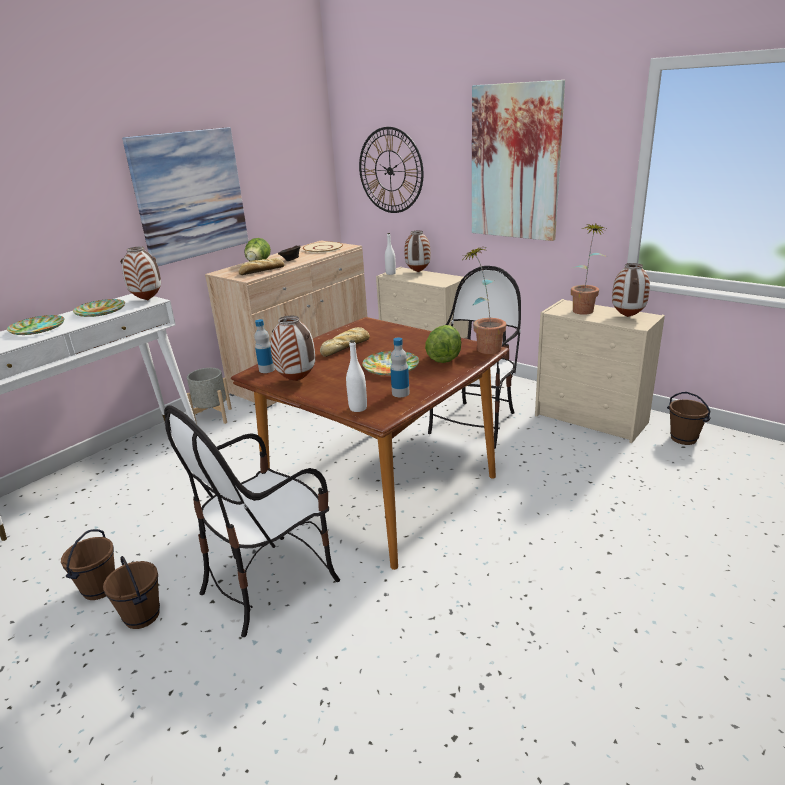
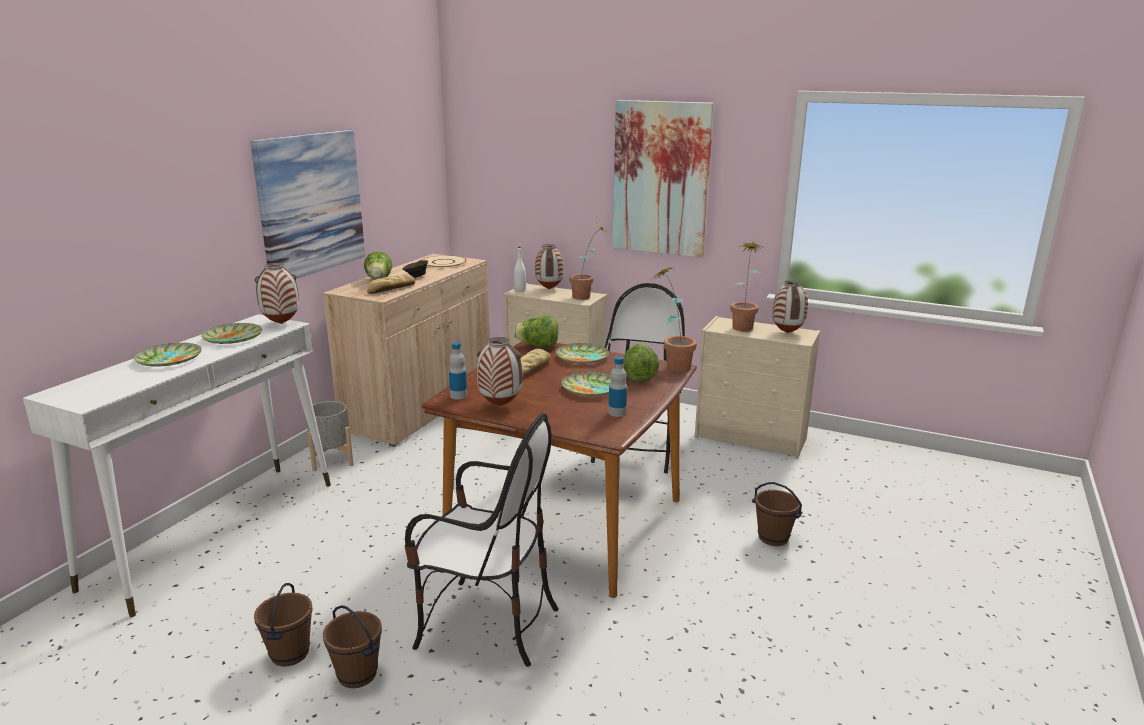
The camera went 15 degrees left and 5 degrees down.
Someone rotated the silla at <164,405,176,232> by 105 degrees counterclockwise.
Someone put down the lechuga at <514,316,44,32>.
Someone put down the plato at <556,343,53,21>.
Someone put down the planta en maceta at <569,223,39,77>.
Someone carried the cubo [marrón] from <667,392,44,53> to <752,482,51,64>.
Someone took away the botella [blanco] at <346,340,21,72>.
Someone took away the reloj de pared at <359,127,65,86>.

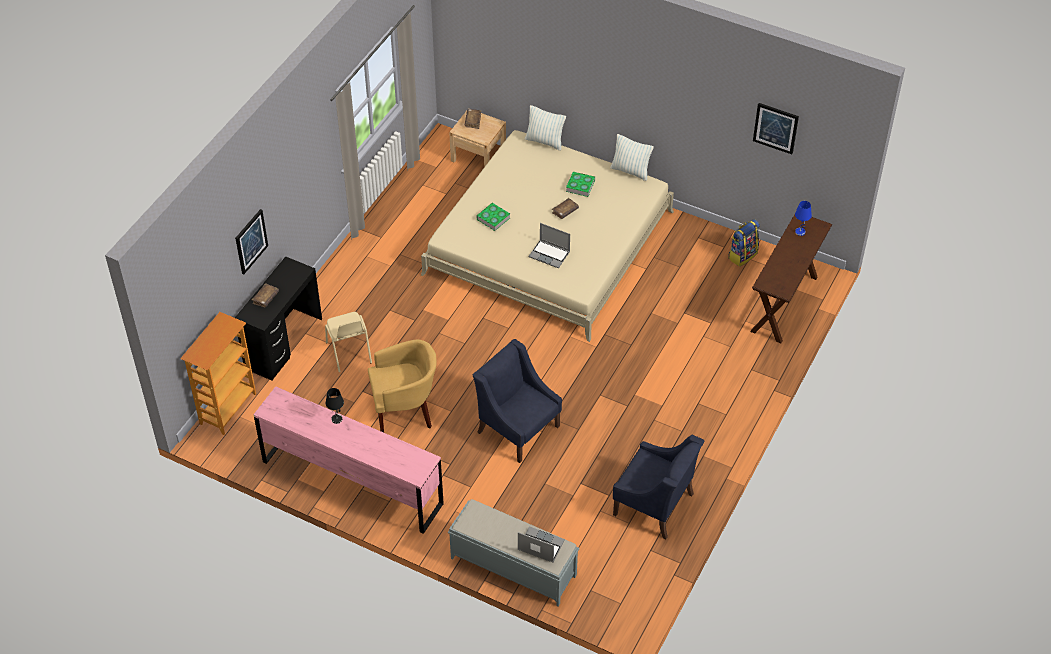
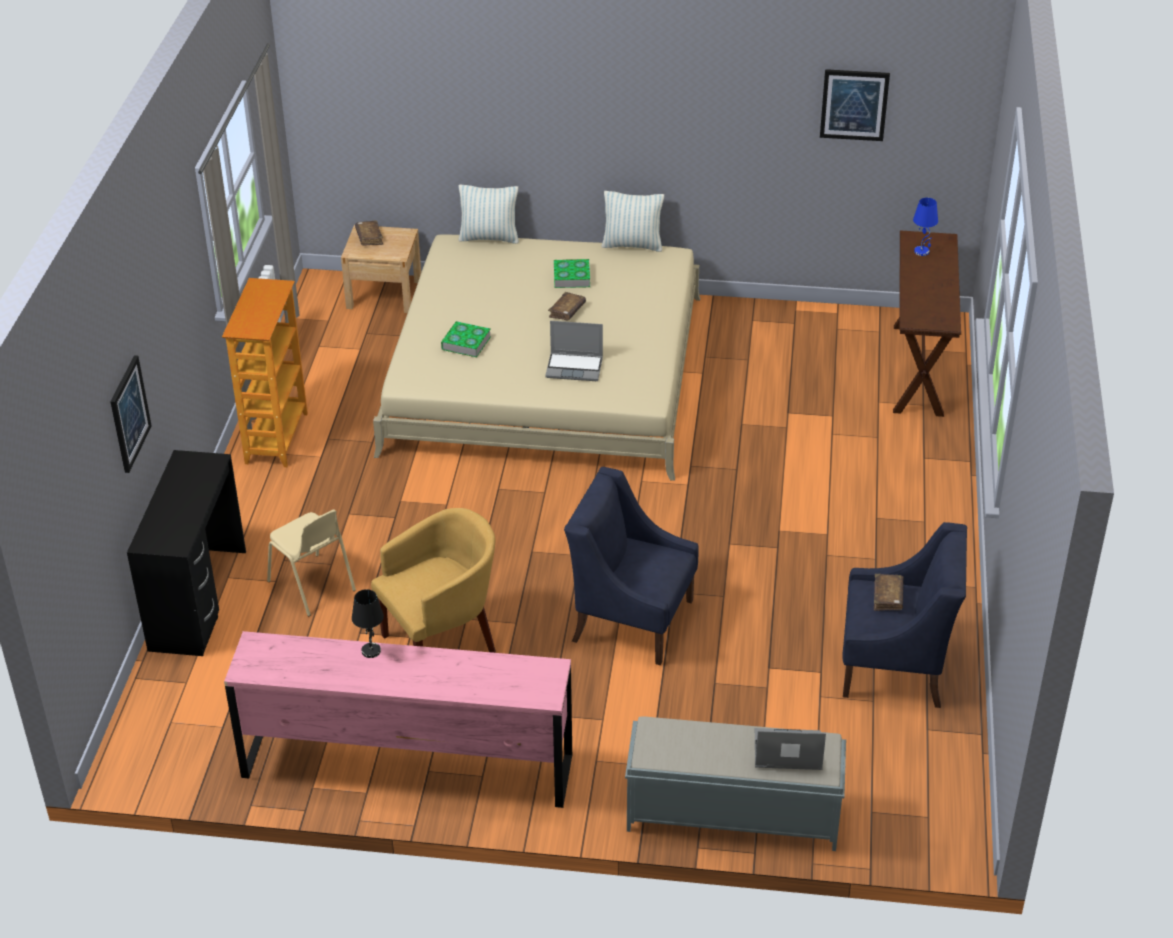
The camera went 20 degrees left and 10 degrees down.
Someone carried the estantería from <180,312,76,123> to <222,278,86,189>.
Someone carried the libro [marrón] from <252,283,27,25> to <874,574,30,37>.
Someone took away the mochila at <728,219,32,48>.

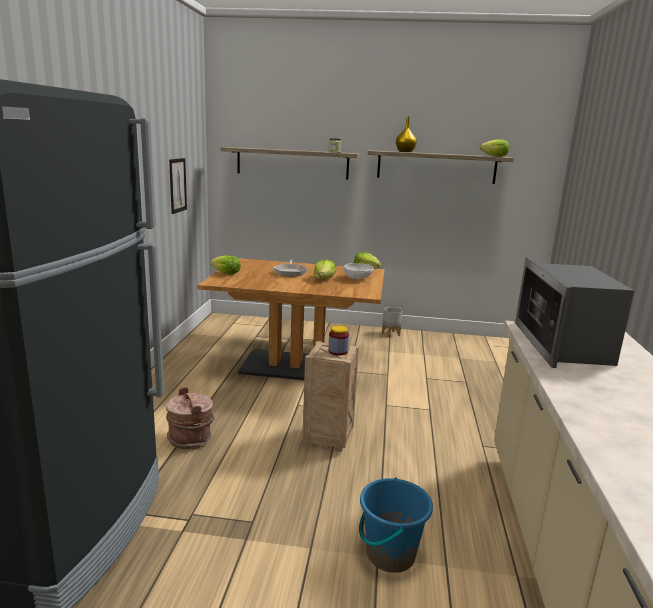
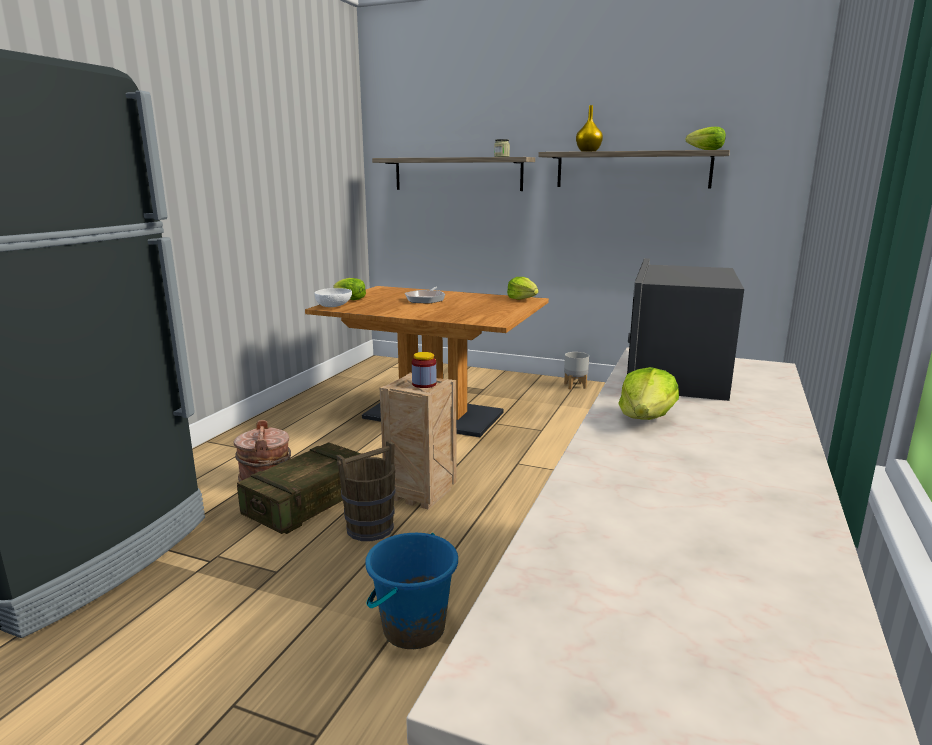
The camera went 15 degrees right and 0 degrees up.
Someone put down the caja de embalaje at <237,442,124,92>.
Someone carried the cuenco [blanco] from <344,263,30,16> to <314,288,38,19>.
Someone put down the cubo [marrón] at <336,440,60,101>.
Someone carried the lechuga from <314,260,22,19> to <618,367,61,53>.
Someone took away the cuadro at <169,158,18,56>.

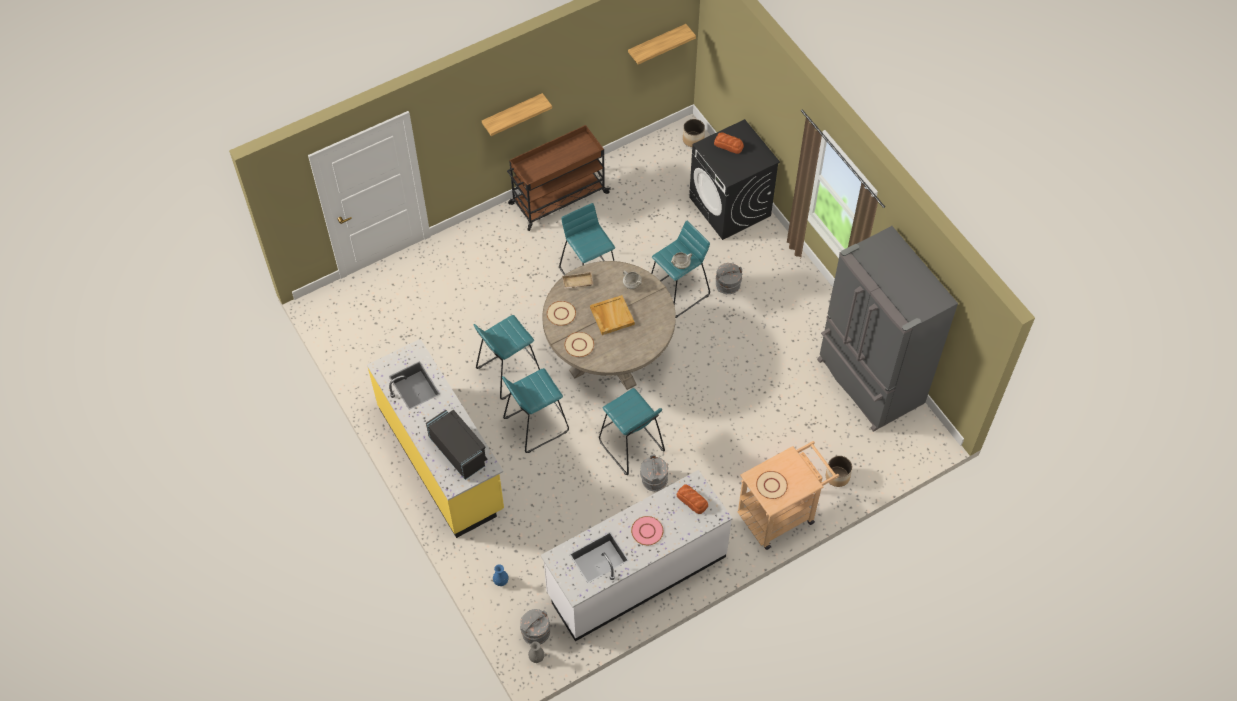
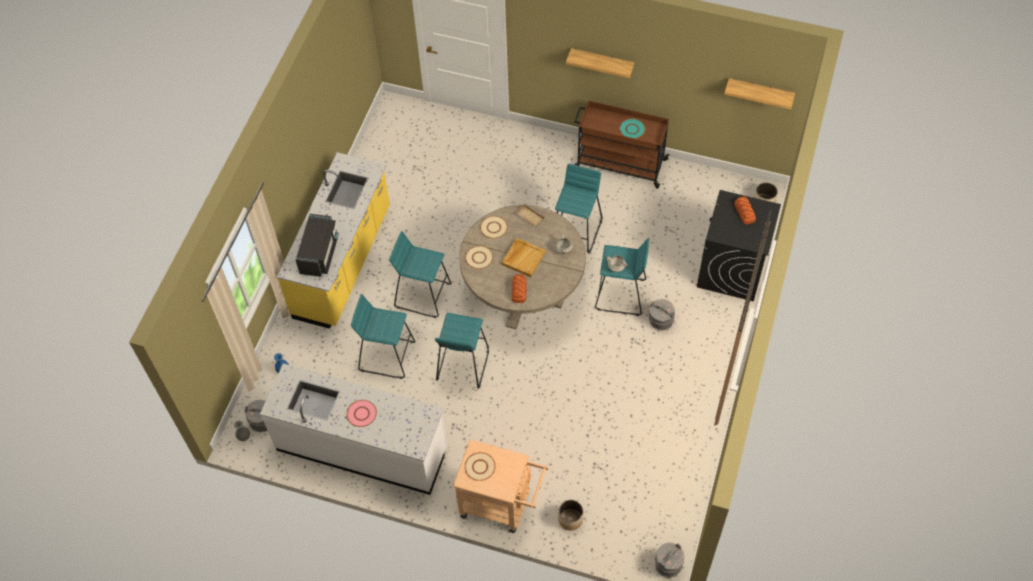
The camera went 50 degrees right and 0 degrees up.
Someone carried the taburete [turquesa] from <474,315,66,85> to <351,294,64,85>.
Someone carried the pan from <676,484,32,30> to <512,274,15,29>.
Someone put down the plato [turquesa] at <619,118,26,21>.
Someone carried the cubo [gris] from <640,454,28,37> to <655,543,29,35>.
Someone took away the nevera [gris] at <817,226,141,206>.

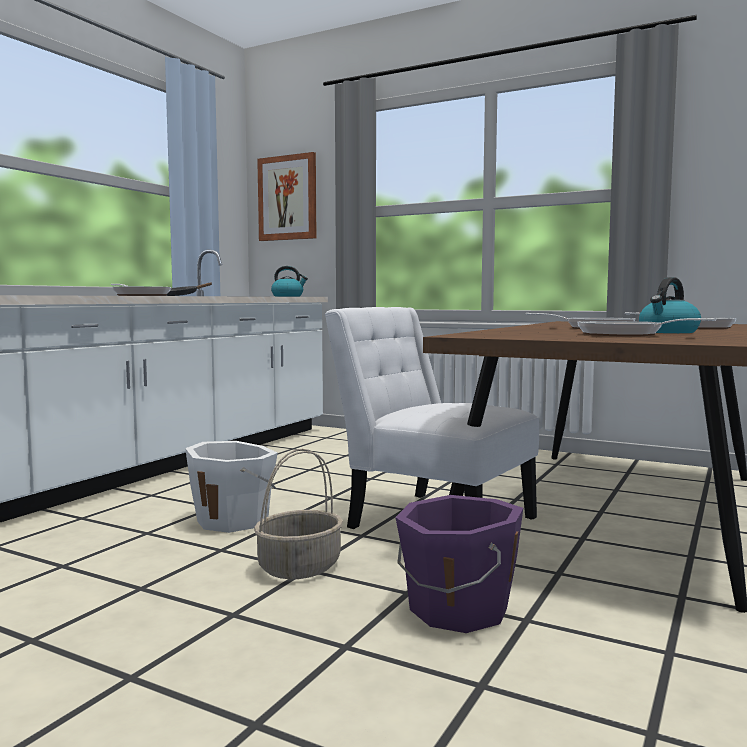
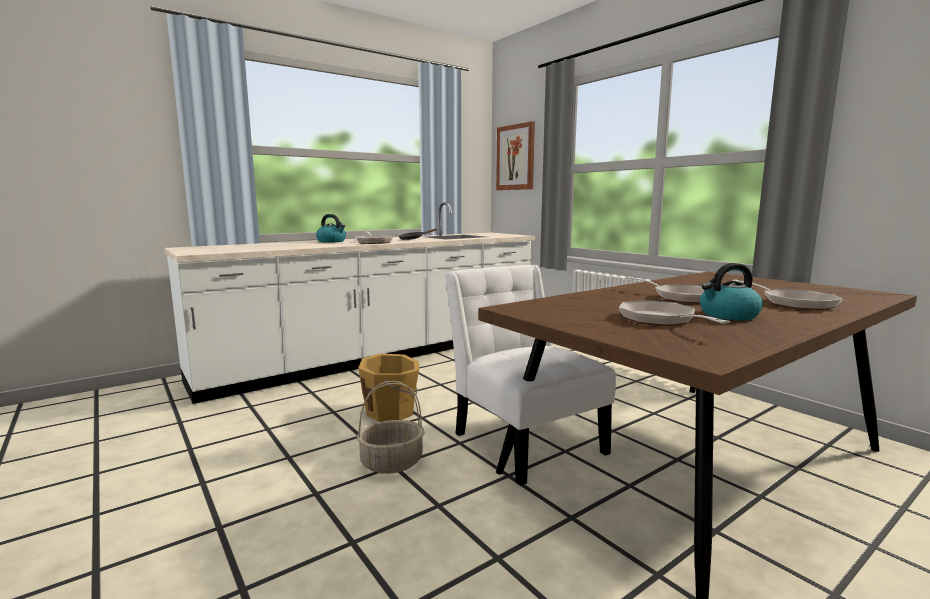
The camera went 25 degrees right and 5 degrees up.
Someone carried the hervidor from <271,266,37,31> to <316,214,30,29>.
Someone repainted the cubo [blanco] at <185,441,93,92>, which became the cubo [naranja] at <358,354,61,68>.
Someone took away the cubo [morado] at <395,495,128,138>.

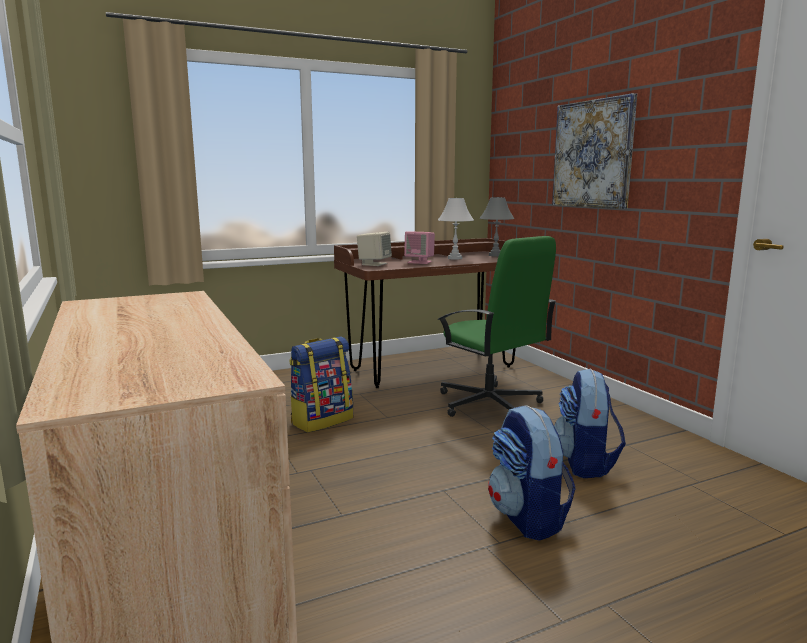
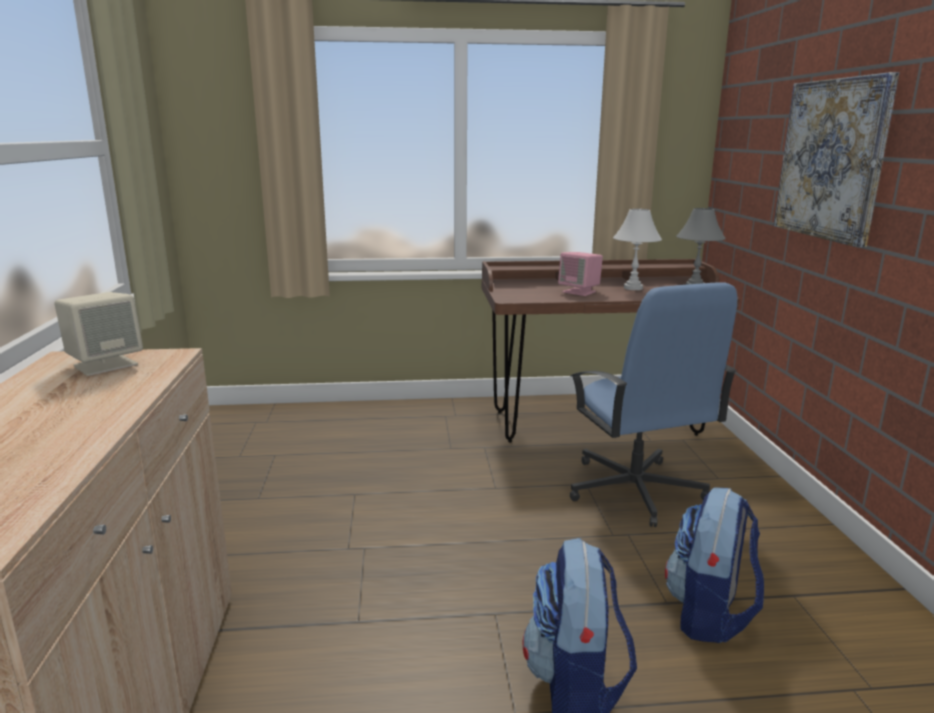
The camera went 20 degrees right and 5 degrees up.
Someone carried the altavoz [beis] from <357,232,35,34> to <54,292,89,84>.
Someone repainted the silla de oficina [verde] at <438,236,118,181>, which became the silla de oficina [azul] at <570,282,167,245>.
Someone took away the mochila at <289,336,64,96>.

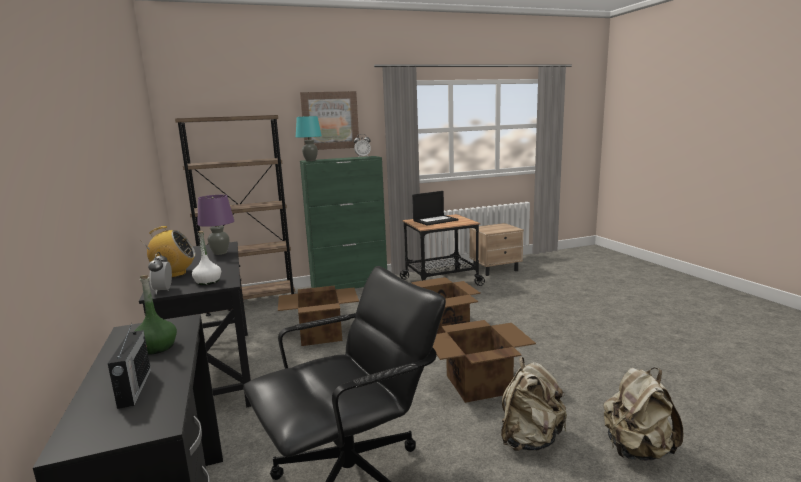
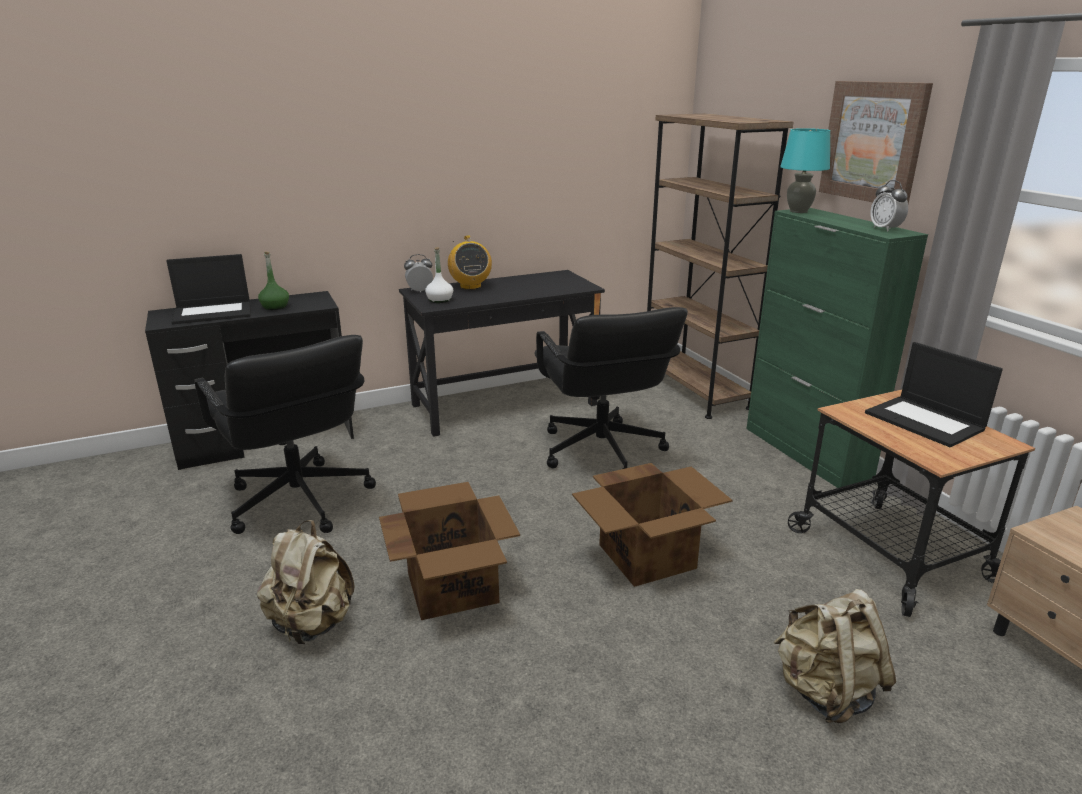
The camera went 85 degrees right and 10 degrees up.
Someone swapped the radio at <108,323,43,86> for the portátil at <166,254,84,70>.
Someone swapped the caja de cartón at <278,286,81,60> for the silla de oficina [negro] at <534,307,154,162>.
Someone carried the mochila [beis] from <603,368,80,93> to <773,589,123,134>.
Someone took away the lámpara de mesa [morado] at <197,195,37,60>.

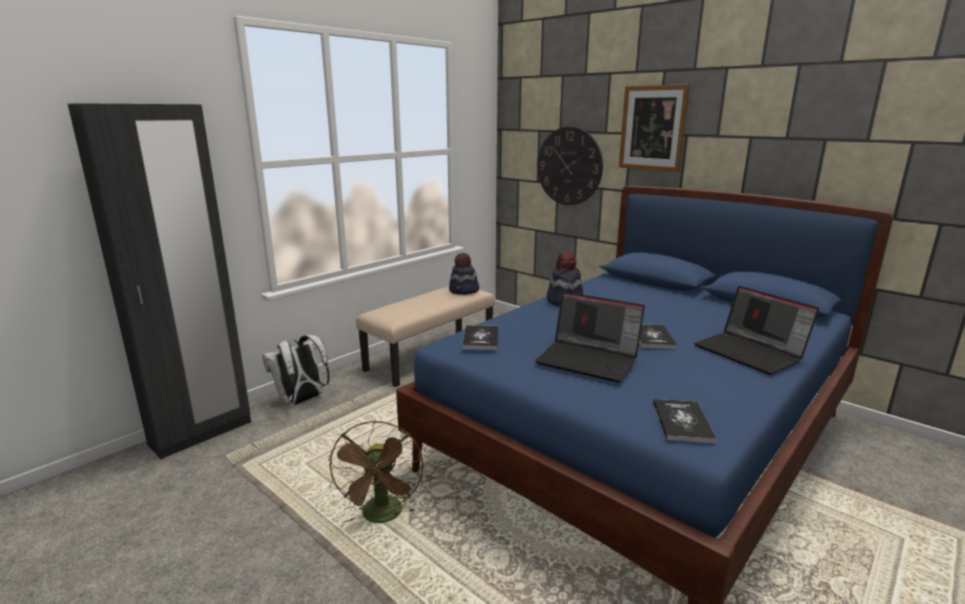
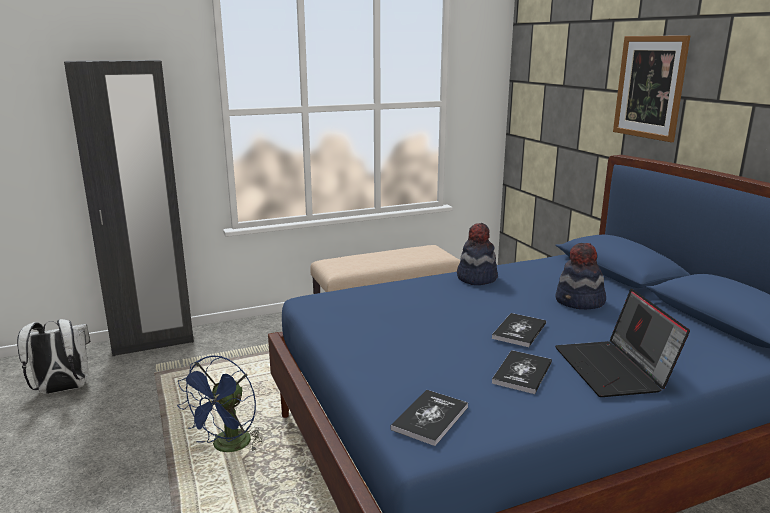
The camera went 25 degrees right and 0 degrees up.
Someone carried the mochila [blanco] from <262,335,67,71> to <17,319,73,75>.
Someone repainted the ventilador [marrón] at <328,420,95,103>, which became the ventilador [azul] at <177,356,86,96>.
Someone carried the libro from <462,325,36,25> to <492,350,60,44>.
Someone carried the sombrero from <449,253,30,42> to <555,243,51,66>.
Someone took away the portátil at <535,292,110,91>.
Someone took away the reloj de pared at <537,127,66,78>.

